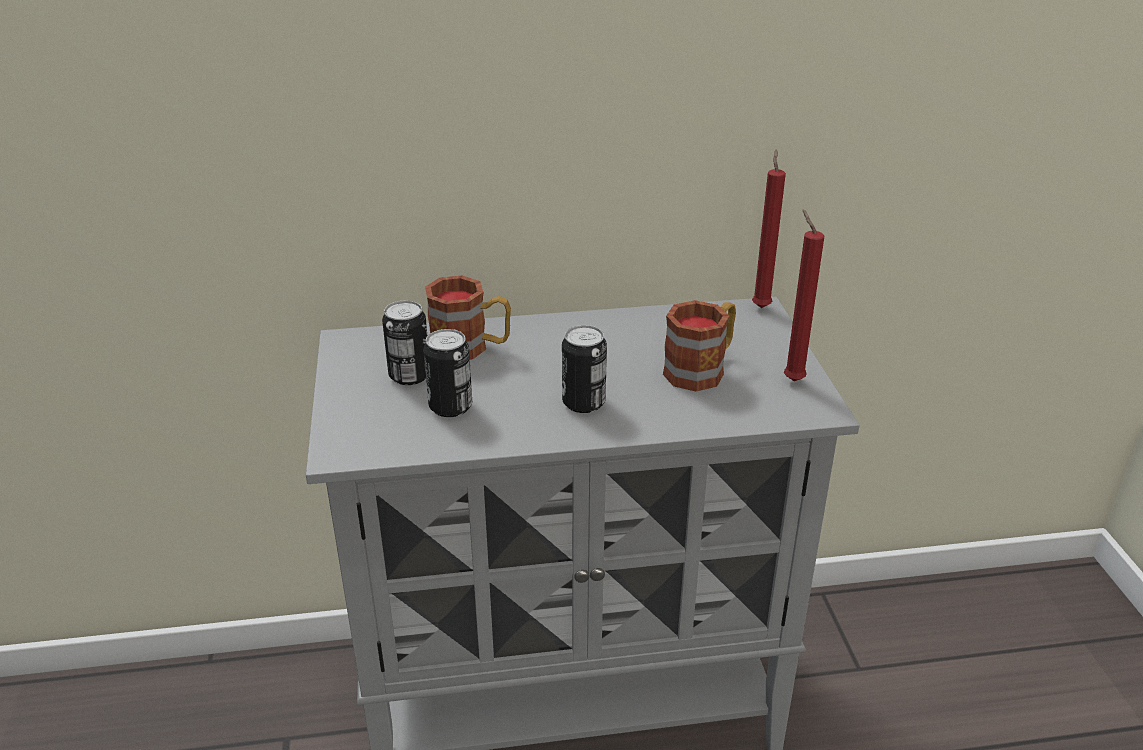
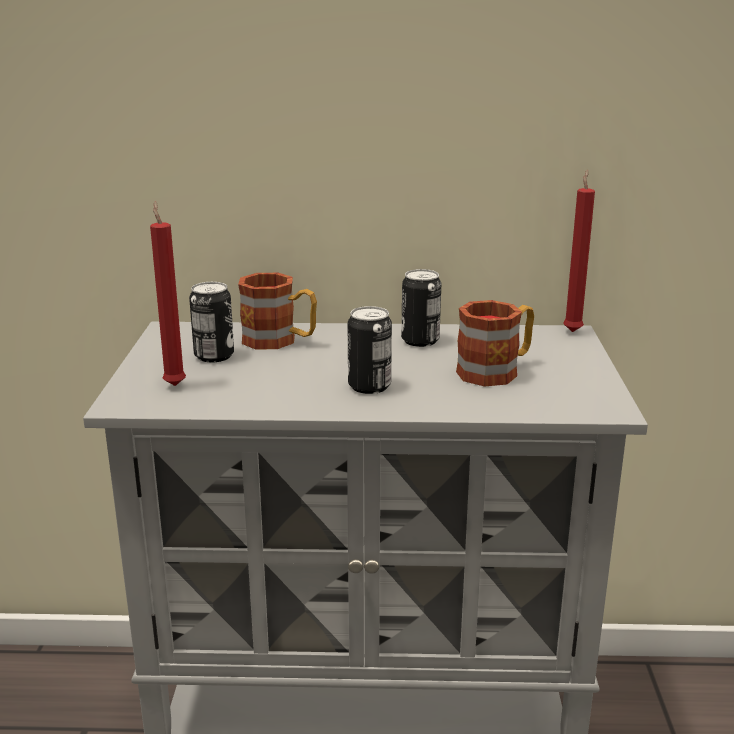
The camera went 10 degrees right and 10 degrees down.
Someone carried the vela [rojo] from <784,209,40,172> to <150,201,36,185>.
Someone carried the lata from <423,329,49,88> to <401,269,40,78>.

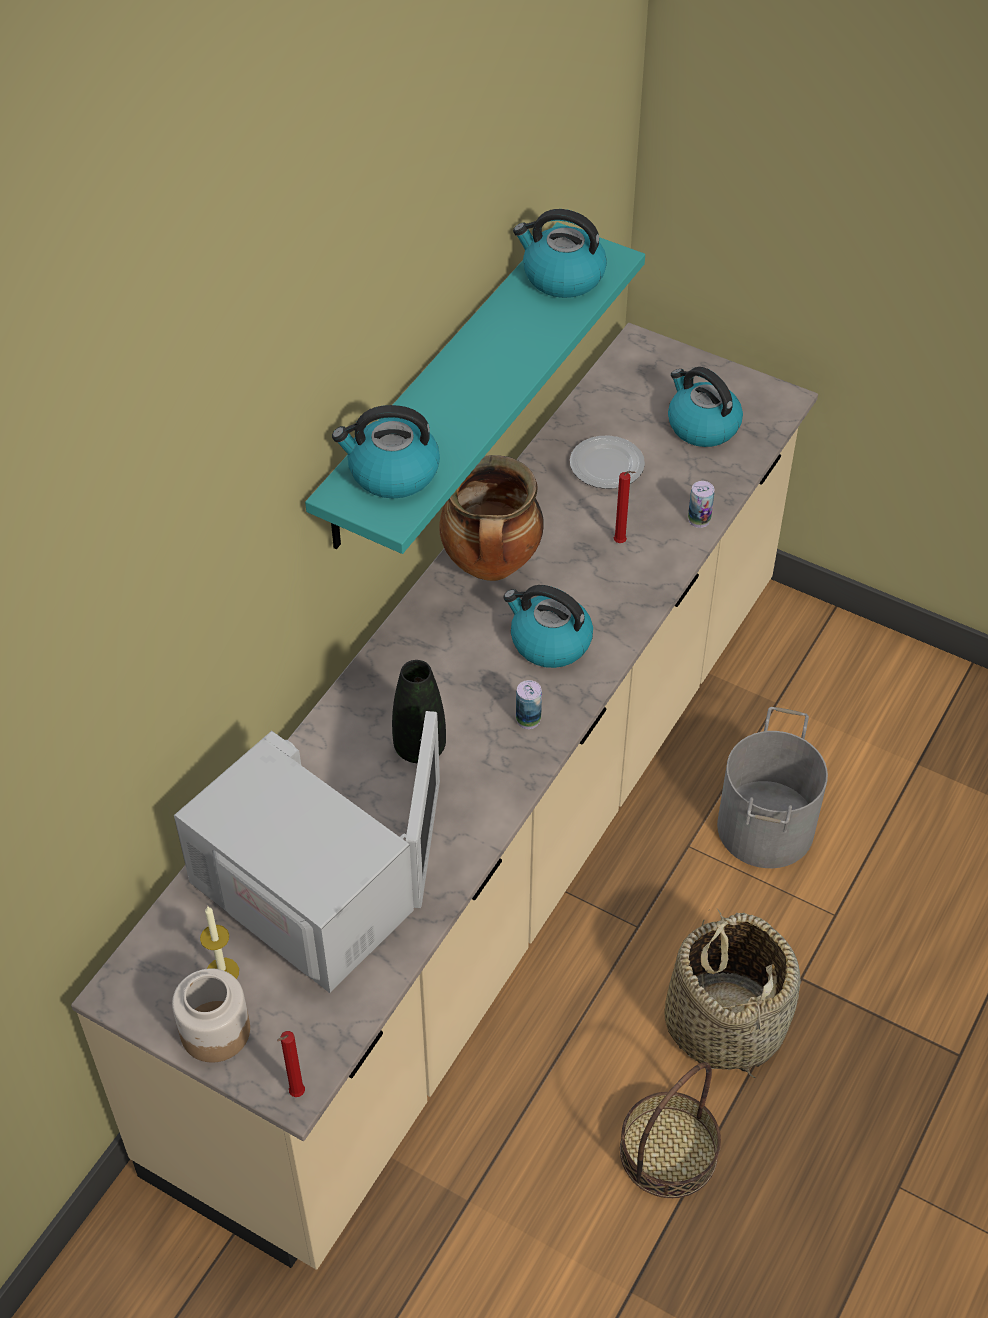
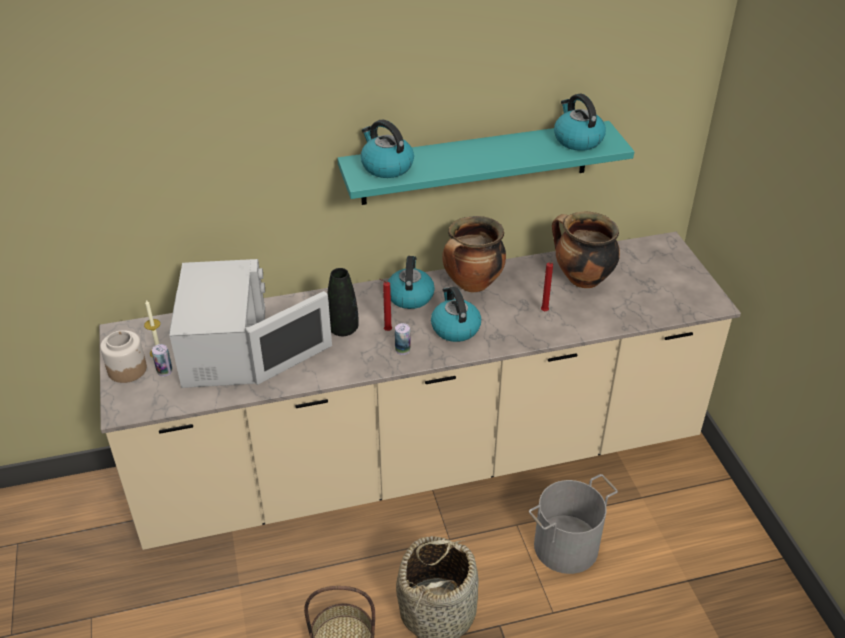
The camera went 45 degrees right and 10 degrees down.
Someone carried the lata from <688,481,26,47> to <152,344,20,33>.
Someone carried the vela [rojo] from <277,1031,28,66> to <380,279,12,52>.
Someone carried the hervidor from <668,367,75,80> to <388,256,47,53>.
Someone swapped the plato at <570,436,75,53> for the olla at <552,212,68,76>.

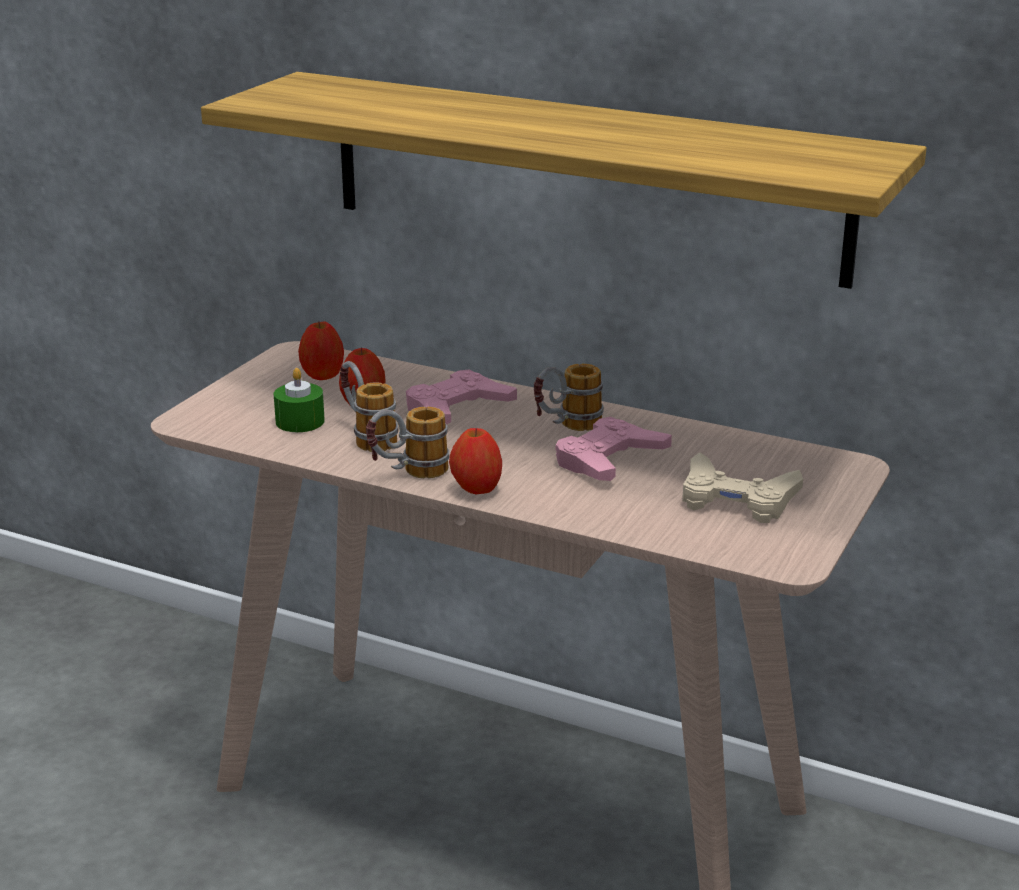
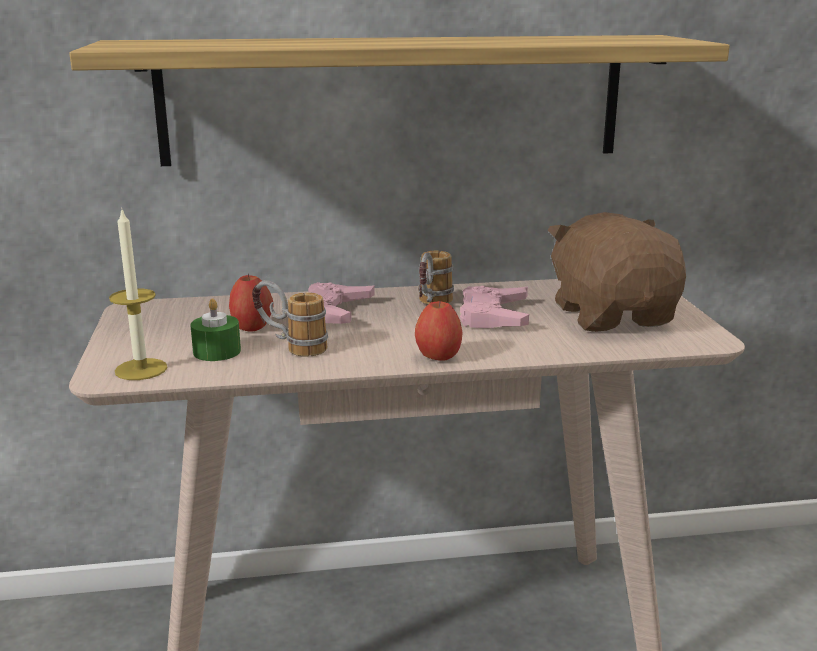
The camera went 35 degrees left and 5 degrees down.
Someone put down the vela at <109,207,59,173>.
Someone swapped the mando de consola [beis] at <682,452,121,71> for the peluche [marrón] at <547,212,139,120>.
Someone took away the manzana at <298,322,46,58>.
Someone took away the taza grande at <366,407,83,72>.

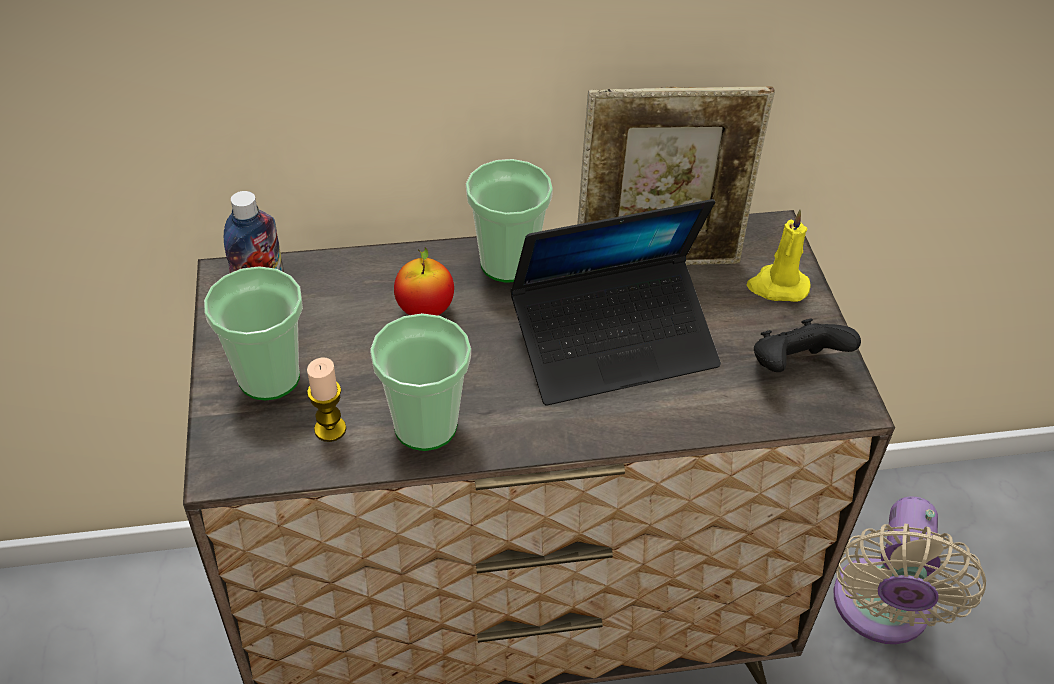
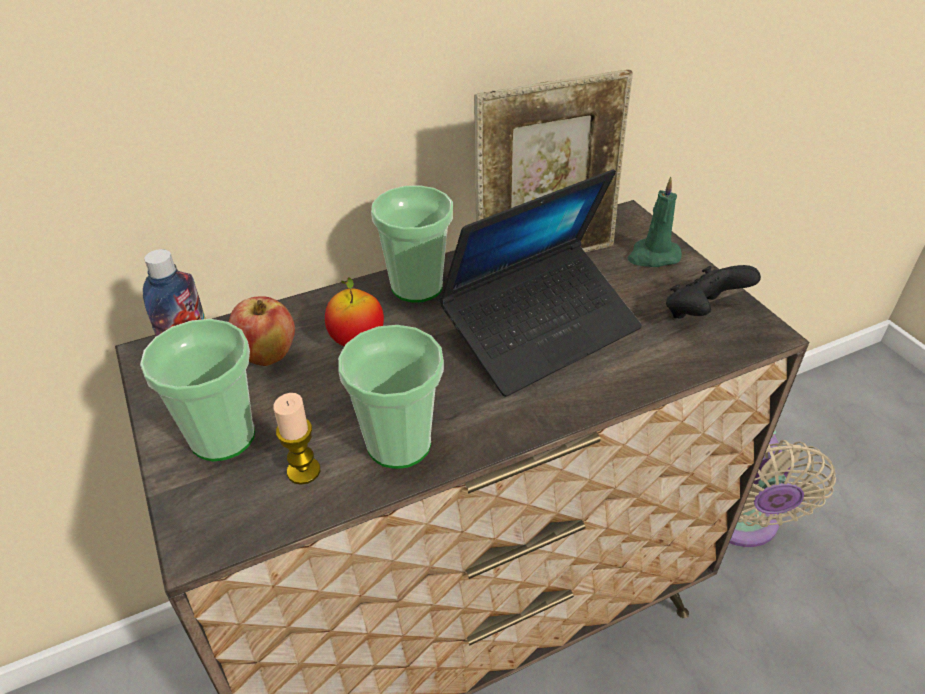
The camera went 15 degrees left and 5 degrees down.
Someone put down the manzana at <229,296,66,70>.
Someone repainted the vela [amarillo] at <747,210,64,92>, which became the vela [verde] at <627,177,55,90>.

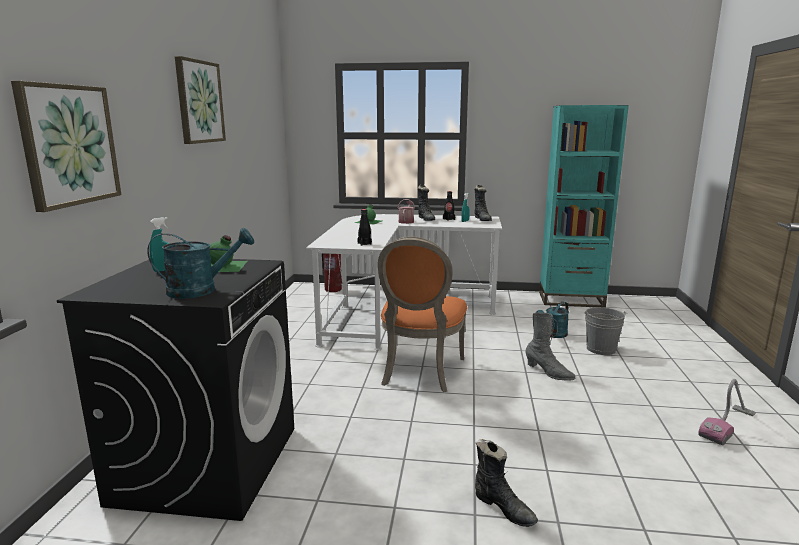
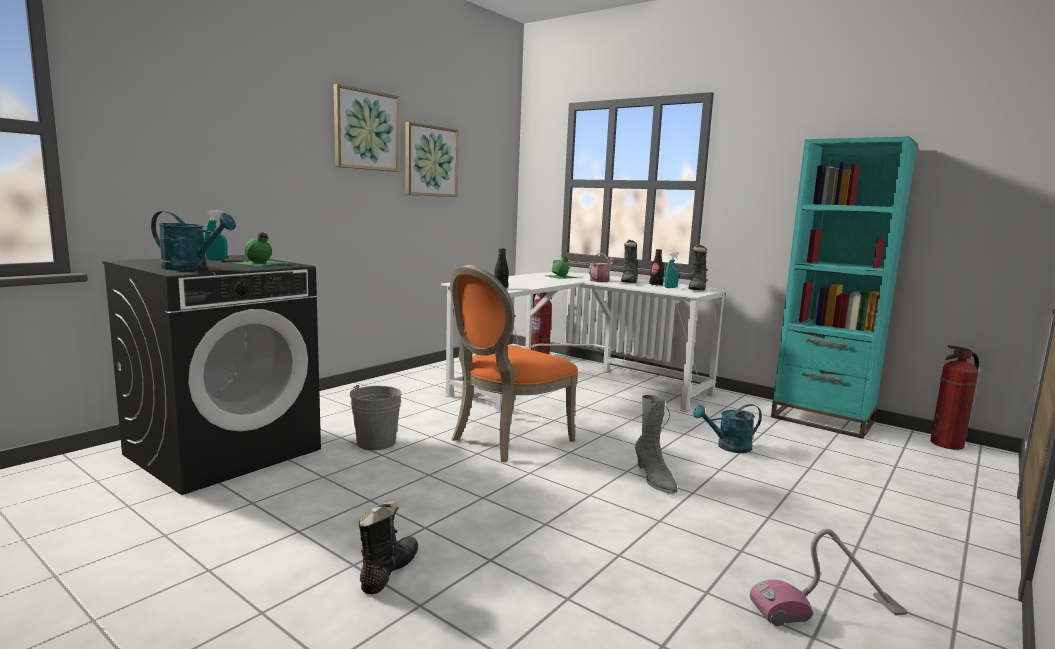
The camera went 30 degrees right and 5 degrees down.
Someone carried the cubo [gris] from <585,307,43,48> to <349,385,53,65>.
Someone rotated the bota [negro] at <475,439,63,88> by 150 degrees counterclockwise.
Someone carried the cuadro from <11,81,110,131> to <405,122,54,75>.
Someone put down the extintor at <930,345,49,105>.

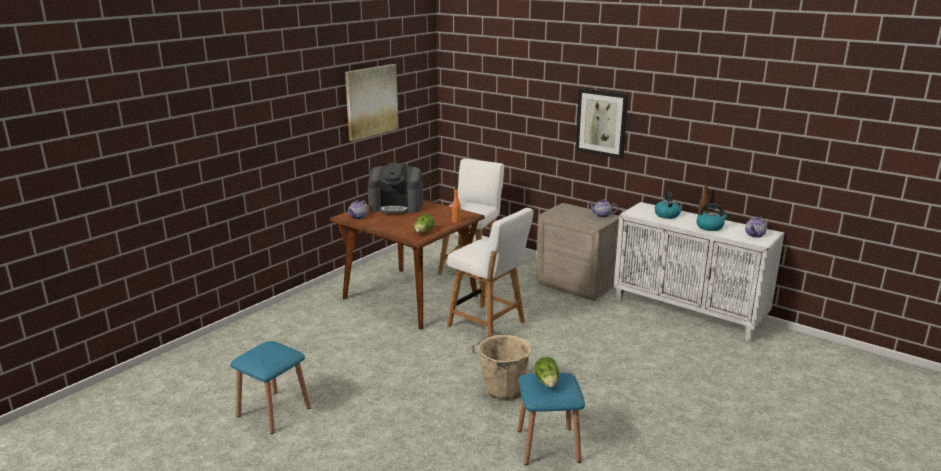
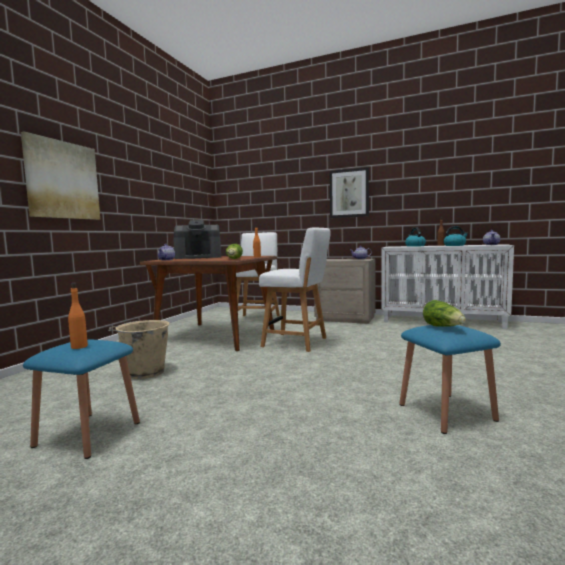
The camera went 15 degrees left and 15 degrees down.
Someone carried the cuadro from <345,64,54,77> to <21,131,79,89>.
Someone put down the botella [naranja] at <68,283,20,66>.
Someone carried the cubo [beis] from <472,334,59,68> to <108,320,61,59>.

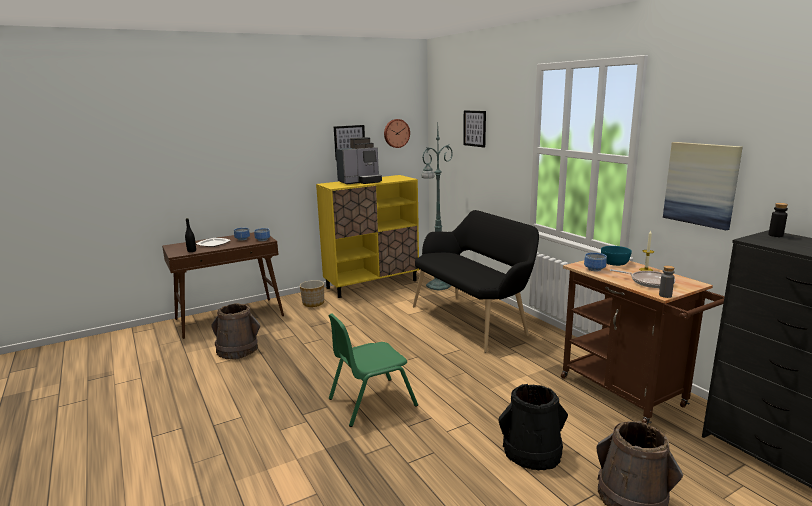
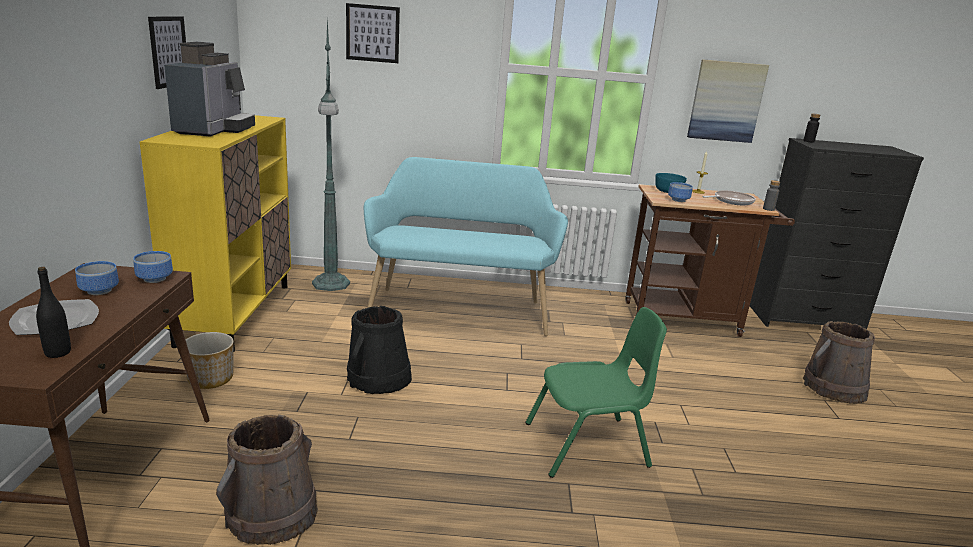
The camera went 60 degrees left and 5 degrees up.
Someone carried the cubo [negro] from <498,384,70,86> to <347,306,65,88>.
Someone repainted the banco [negro] at <413,210,126,143>, which became the banco [turquesa] at <364,157,204,179>.
Someone rotated the silla [verde] at <329,313,89,114> by 105 degrees counterclockwise.
Someone took away the reloj de pared at <384,119,26,29>.

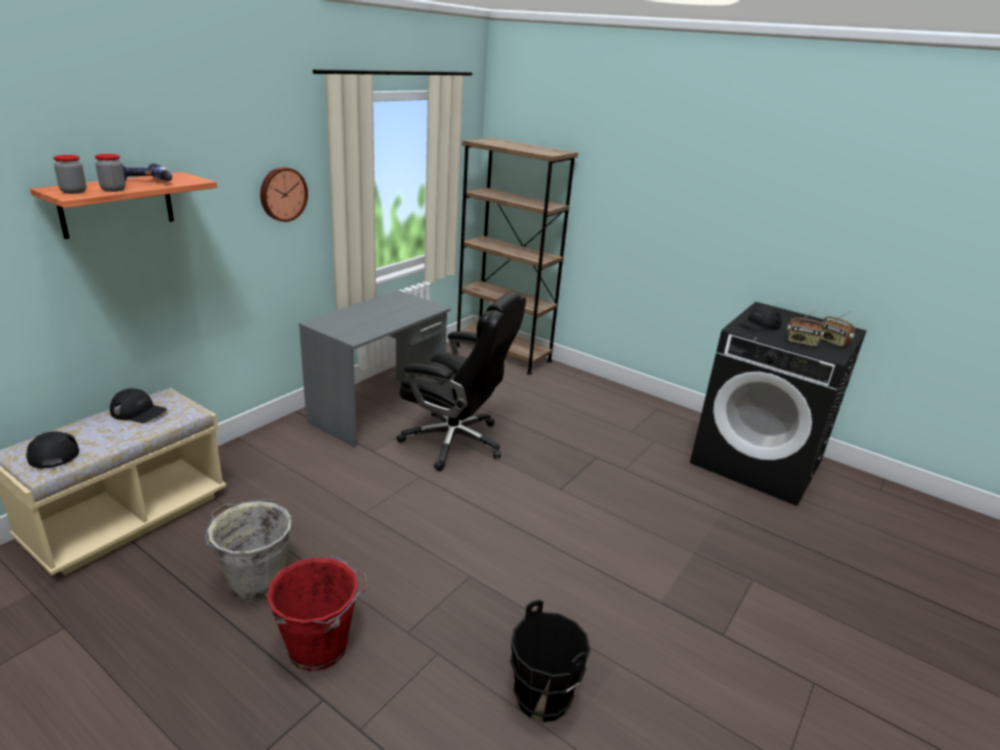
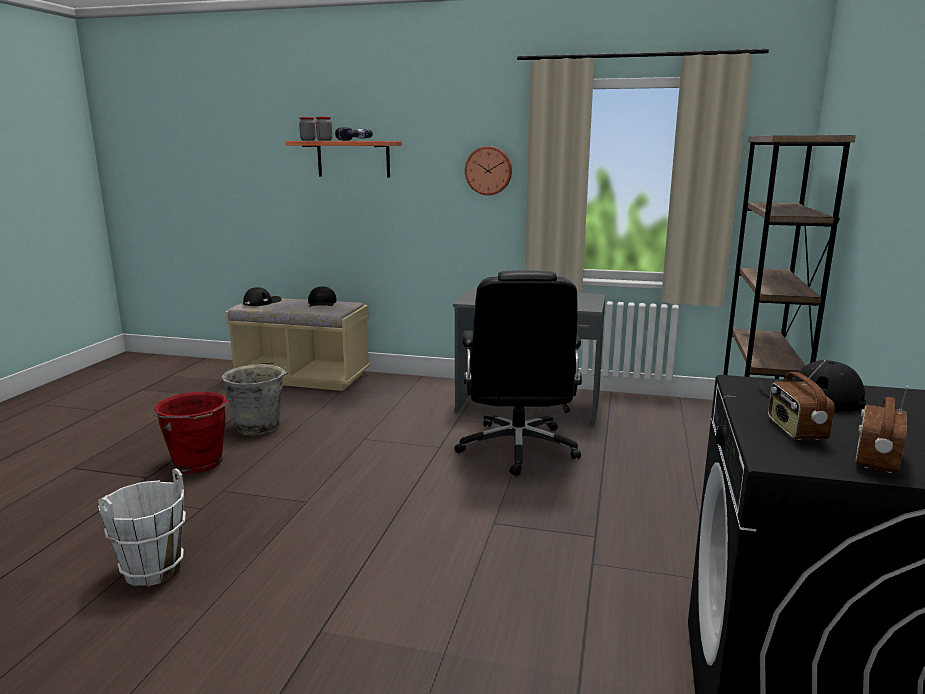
The camera went 70 degrees right and 10 degrees down.
Someone repainted the cubo [negro] at <510,600,81,122>, which became the cubo [blanco] at <98,468,88,118>.

